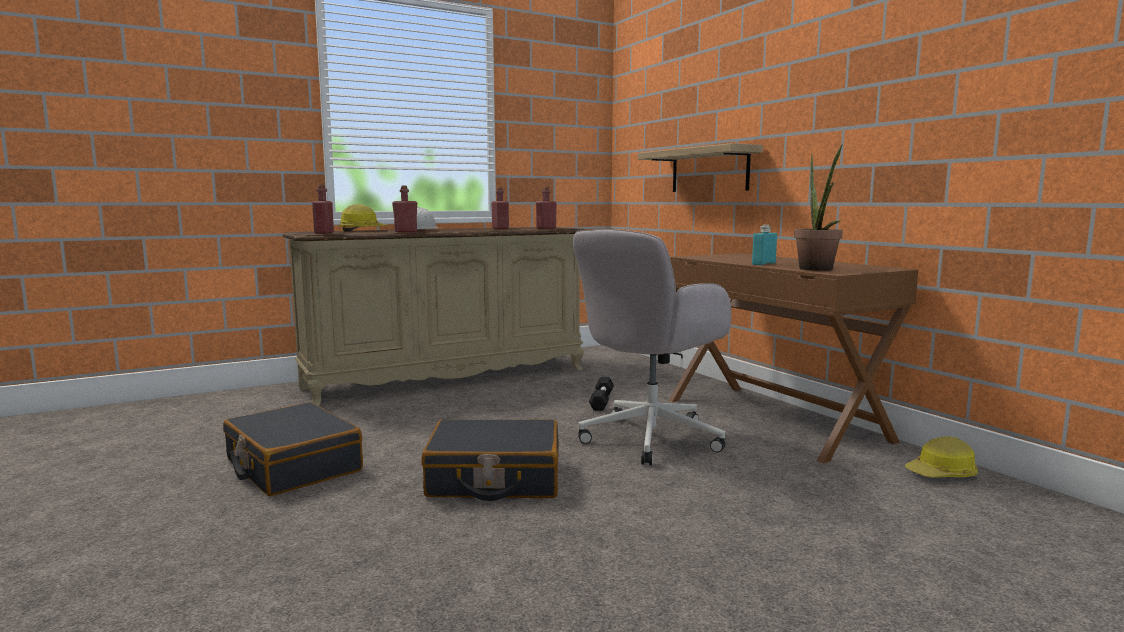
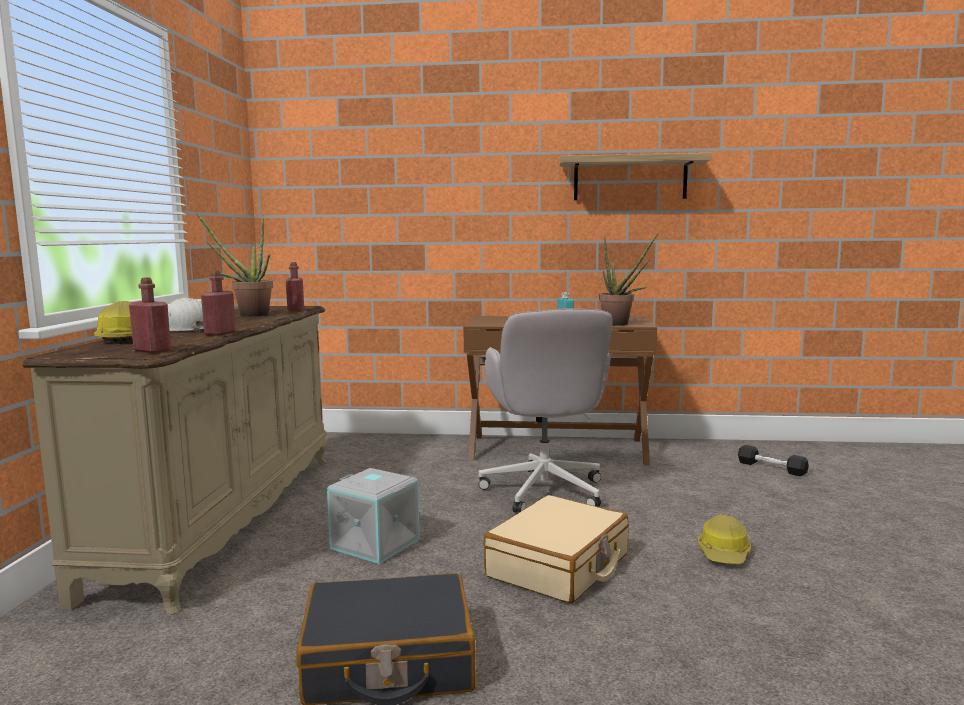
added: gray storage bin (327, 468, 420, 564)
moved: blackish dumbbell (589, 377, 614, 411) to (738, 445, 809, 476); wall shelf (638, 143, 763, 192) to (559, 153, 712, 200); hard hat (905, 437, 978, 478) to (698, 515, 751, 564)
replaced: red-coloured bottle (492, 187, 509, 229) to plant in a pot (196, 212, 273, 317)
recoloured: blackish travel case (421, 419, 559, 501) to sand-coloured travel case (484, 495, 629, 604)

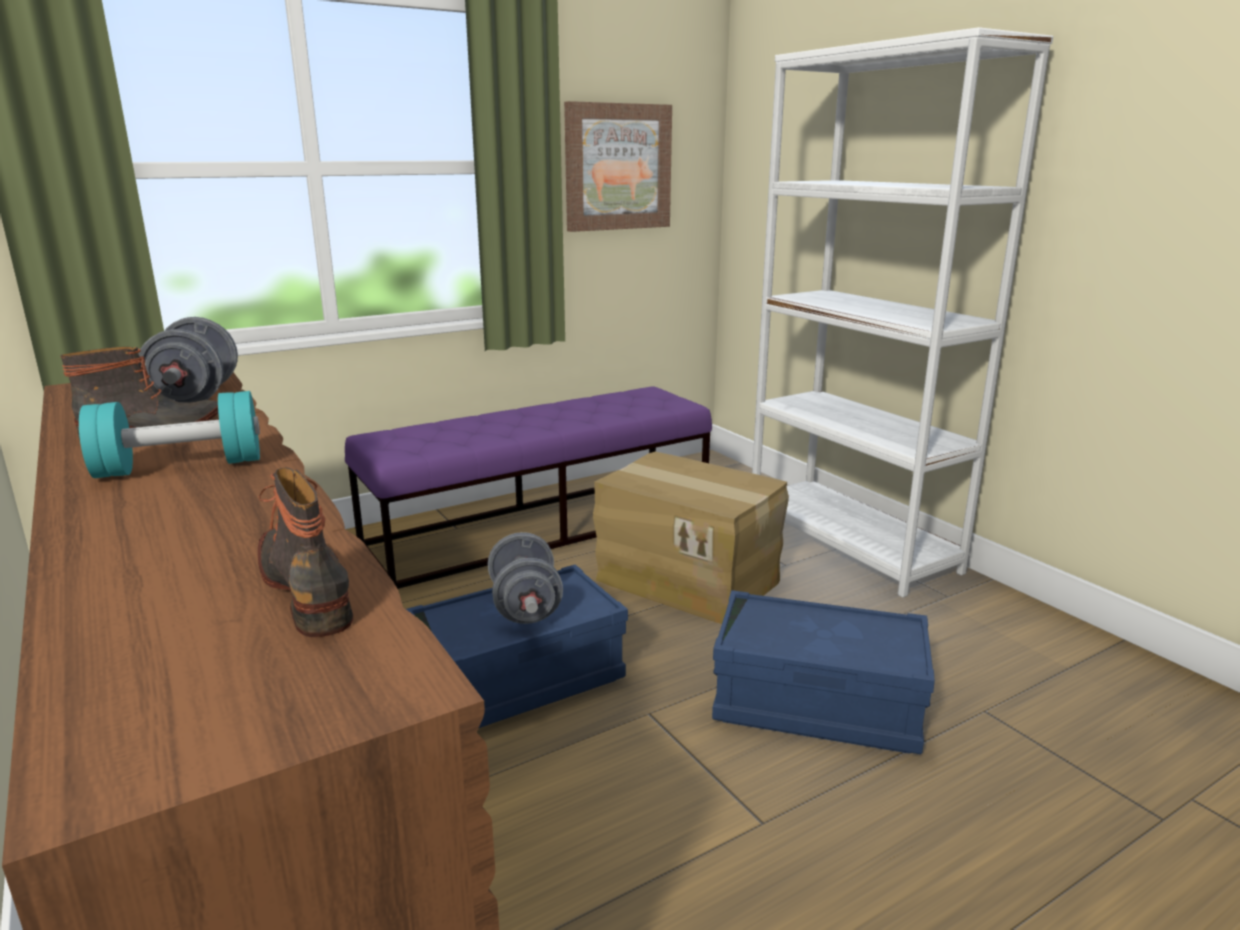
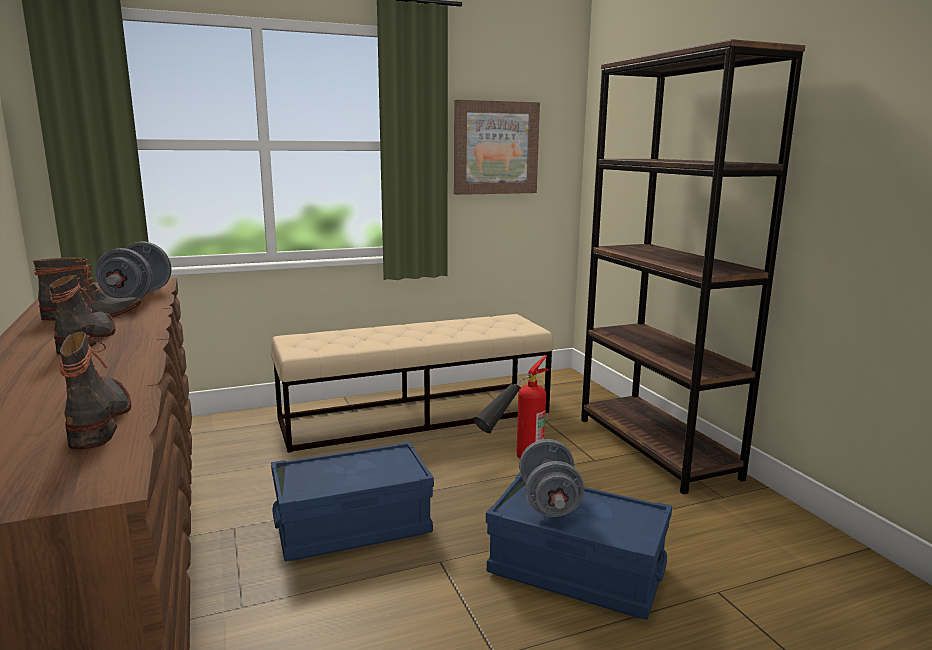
moved: gray dumbbell (488, 532, 563, 624) to (519, 439, 585, 517)
replaced: turquoise dumbbell (79, 391, 260, 478) to boot (50, 275, 115, 354); carton (593, 452, 789, 624) to extinguisher (473, 356, 549, 459)
recoloured: purple-coloured bench (345, 386, 712, 589) to sand-coloured bench (271, 314, 553, 453); white-coloured bookcase (752, 27, 1053, 598) to brown-coloured bookcase (581, 39, 805, 494)

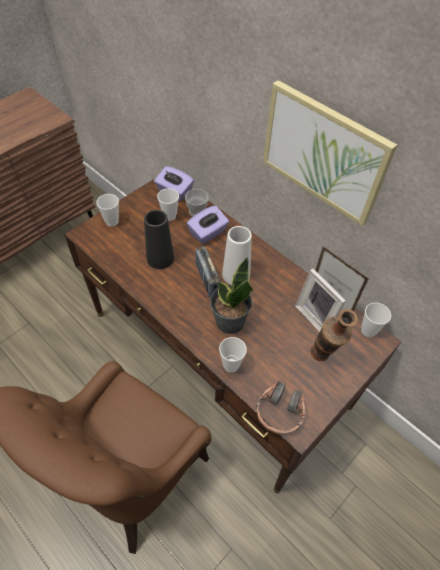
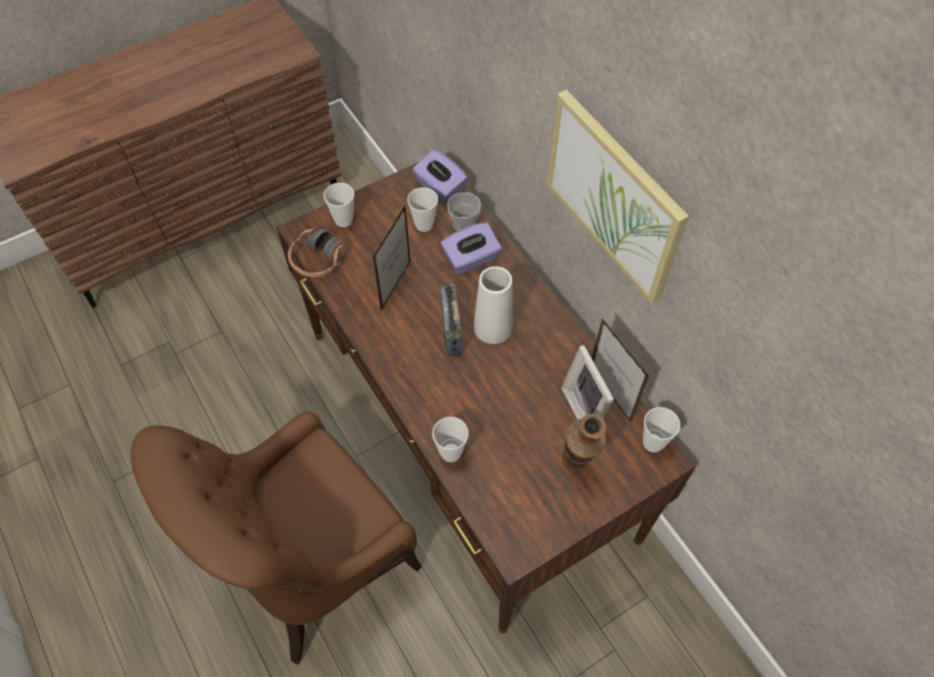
removed: plant in a pot (210, 257, 253, 334)
moved: pair of headphones (256, 381, 305, 434) to (288, 226, 346, 277)
replaced: blackish flower vase (144, 210, 174, 269) to picture frame (373, 204, 410, 310)

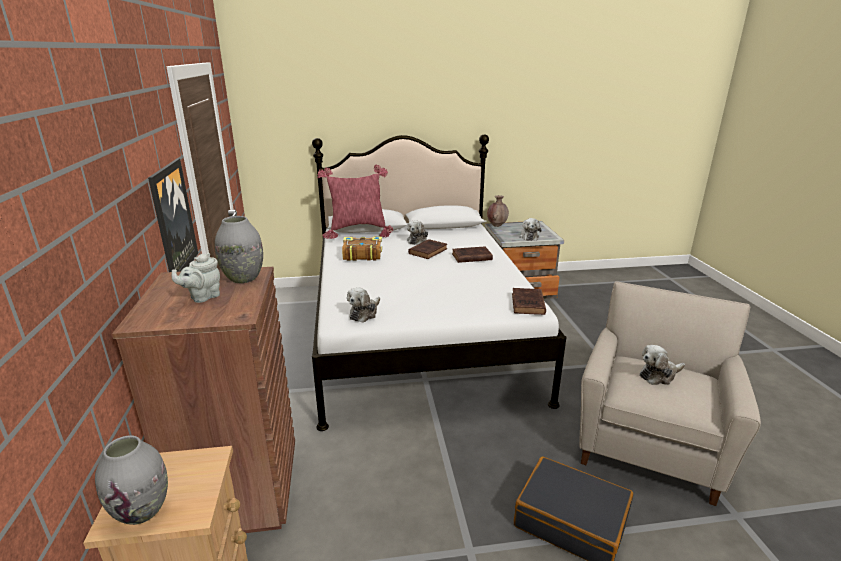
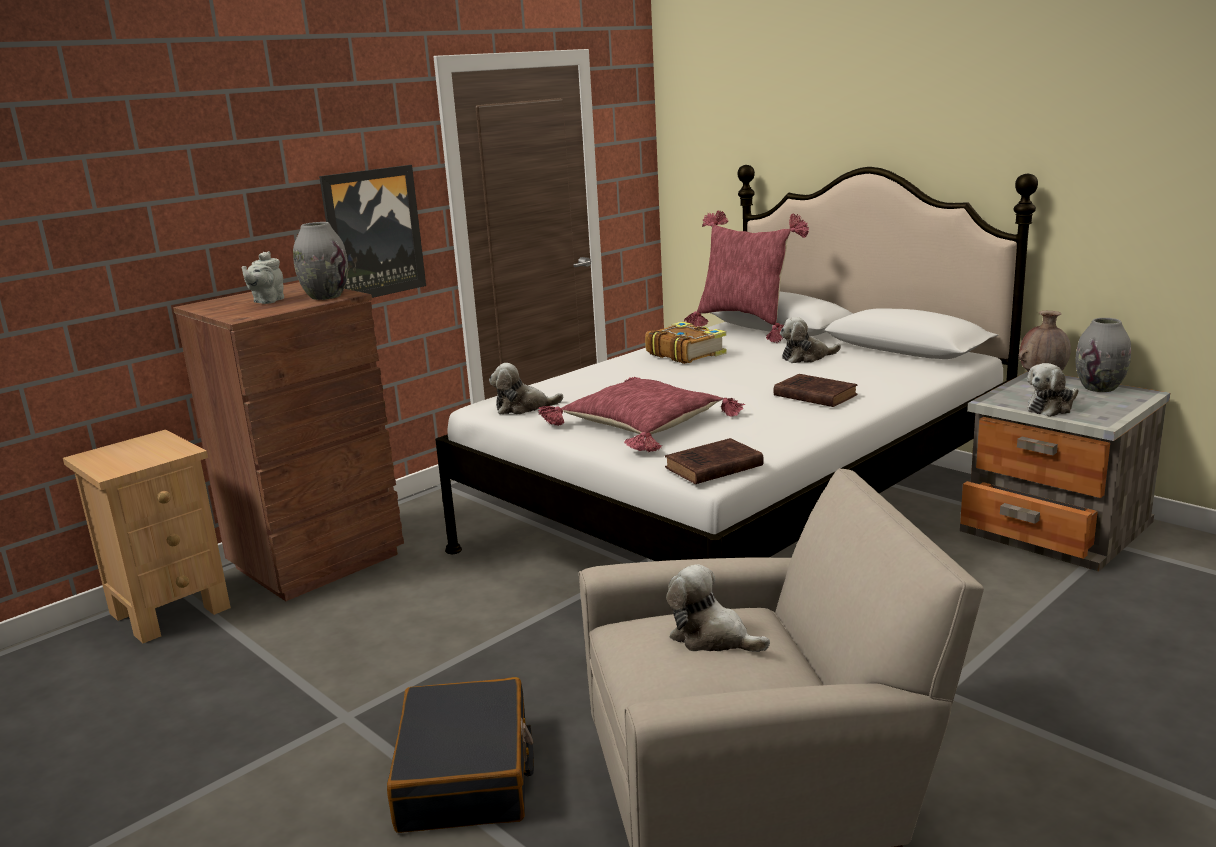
removed: brown-coloured volume (408, 239, 447, 259)
added: red-coloured pillow (538, 377, 745, 453)
moved: gray flower vase (95, 435, 168, 525) to (1076, 318, 1131, 392)
turned: gray pot for tea (172, 253, 220, 303) = (241, 251, 284, 304) 75 degrees counterclockwise

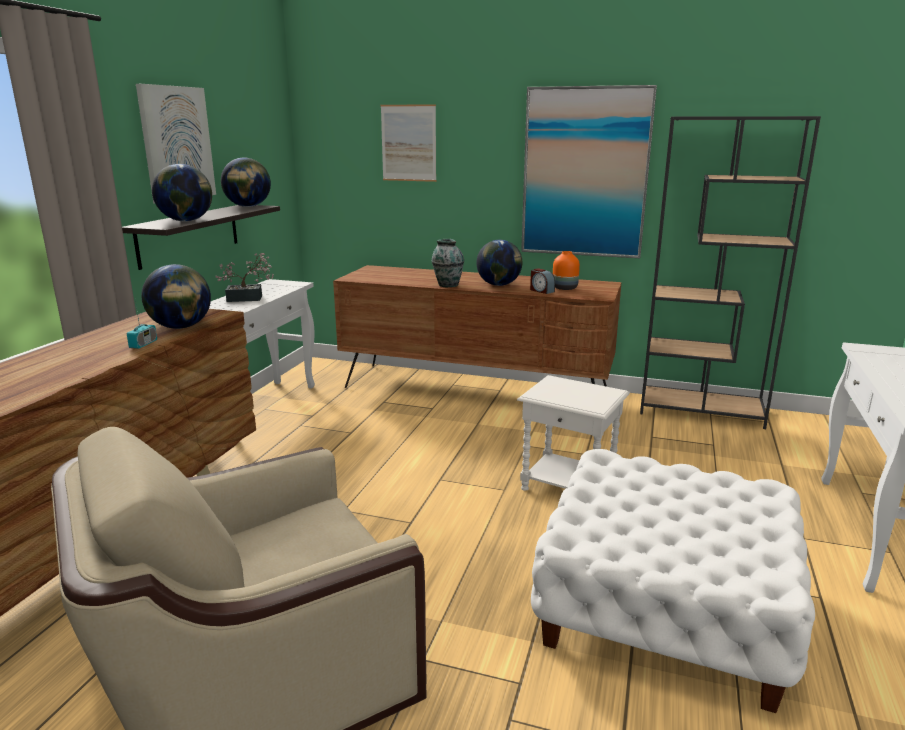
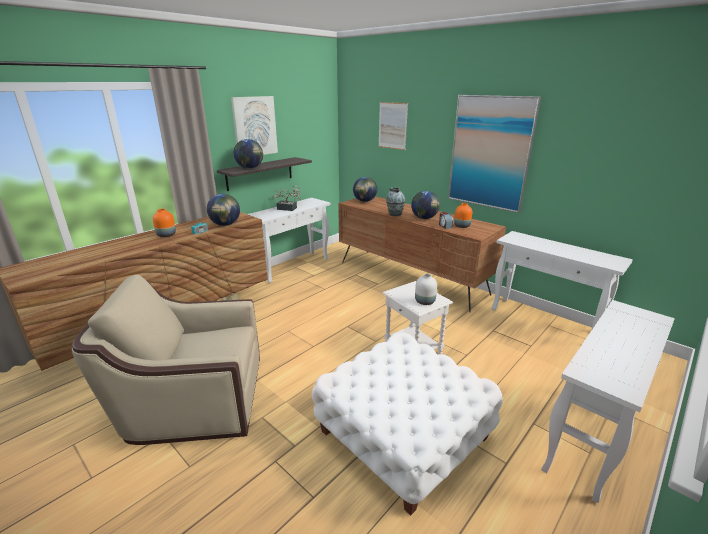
added: orangey flower vase (153, 209, 176, 237); white-coloured flower vase (415, 274, 437, 305)
moved: desk globe (221, 158, 271, 207) to (353, 177, 377, 202)
replaced: bookcase (640, 116, 821, 429) to white-coloured console table (491, 231, 633, 331)

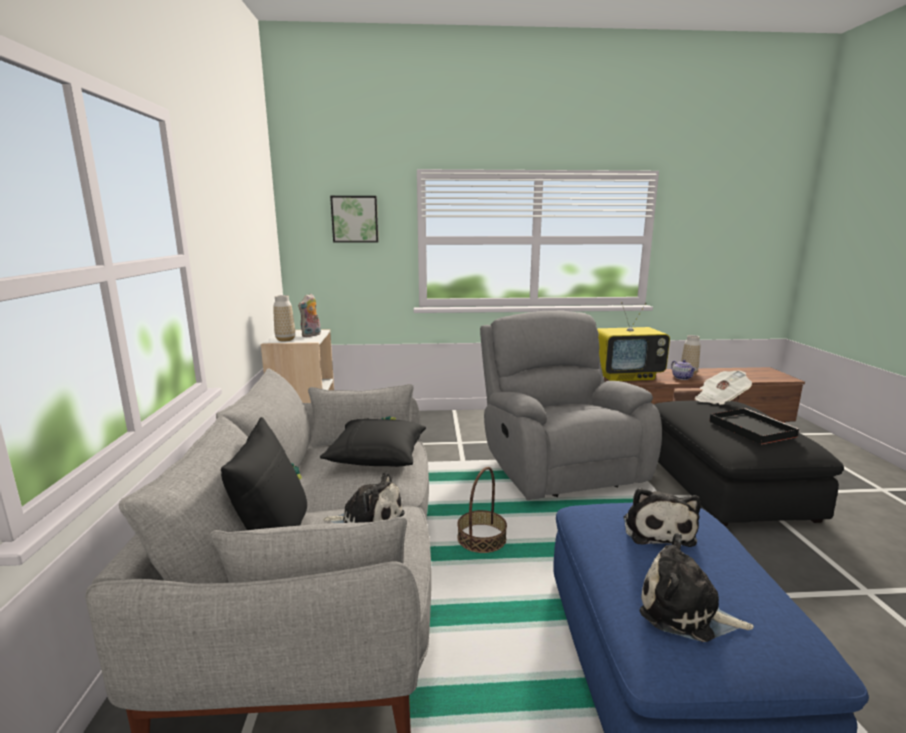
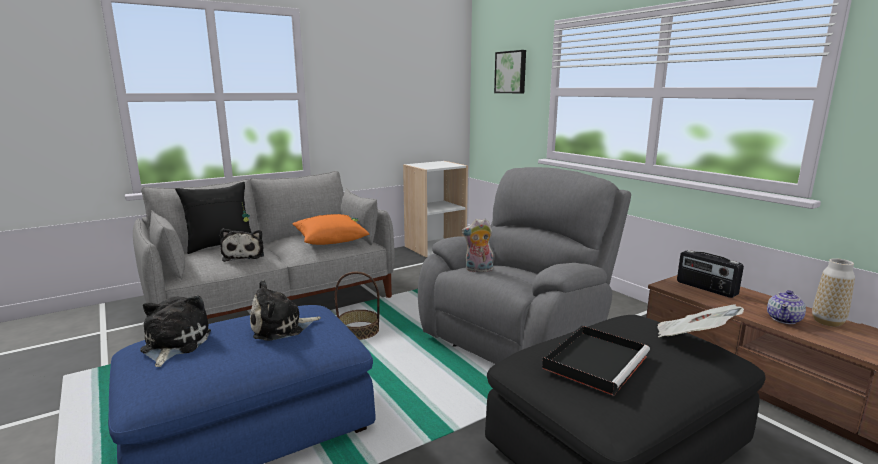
removed: flower vase (273, 295, 295, 341)
moved: cuddly toy (298, 294, 321, 337) to (462, 219, 493, 272)
replaced: TV (597, 302, 670, 381) to radio (677, 250, 744, 298)
recoloured: blackish pillow (320, 416, 426, 467) to orangey pillow (292, 214, 369, 245)

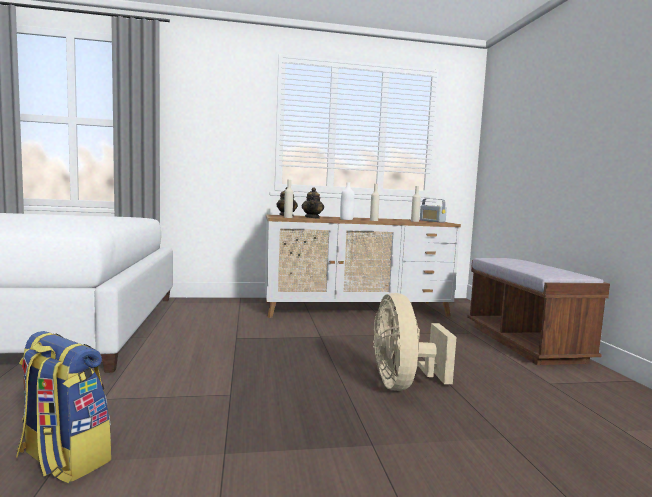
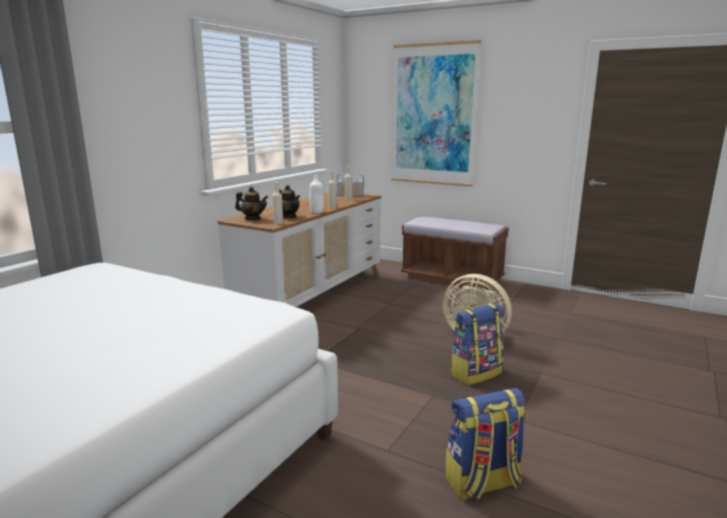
added: wall art (392, 40, 481, 187); backpack (450, 303, 504, 385)

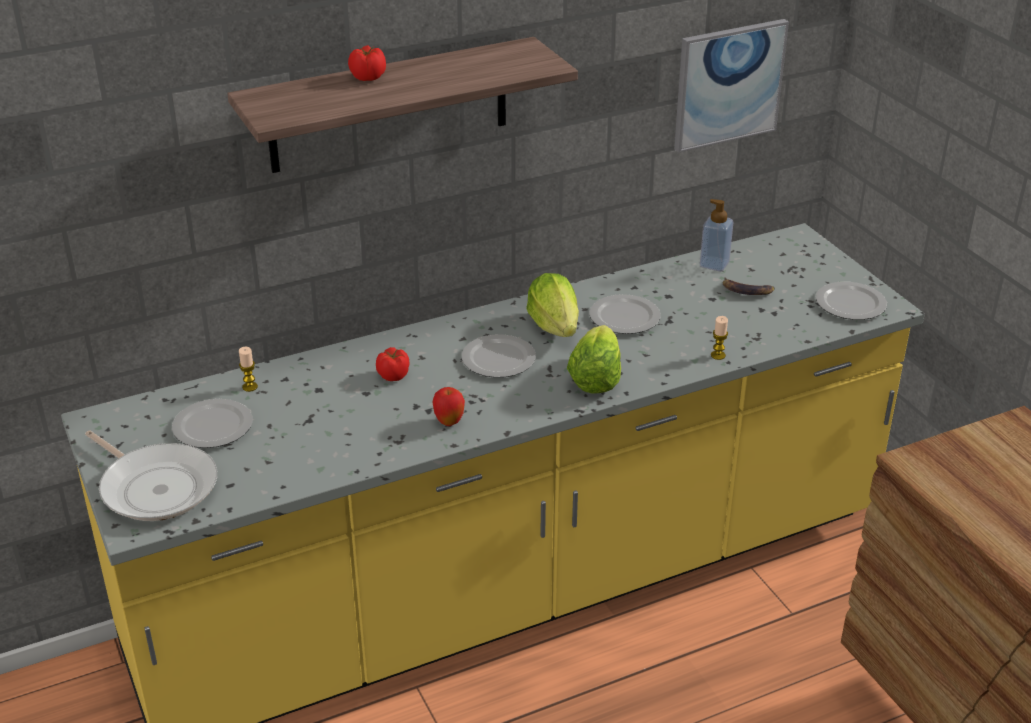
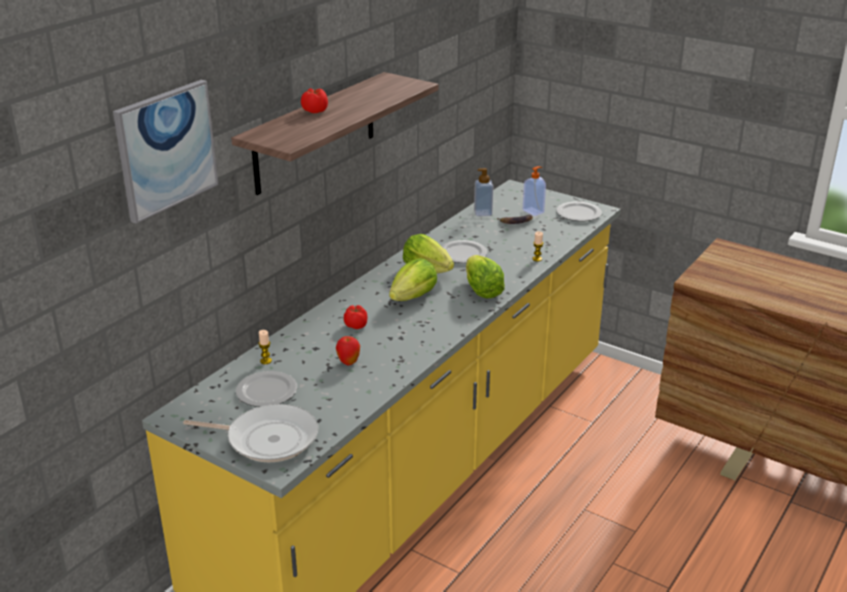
added: soap bottle (523, 166, 546, 216)
moved: apple (432, 387, 465, 426) to (336, 336, 360, 365); wall art (674, 19, 789, 153) to (113, 80, 218, 223)
replaced: plate (462, 334, 536, 378) to lettuce head (389, 259, 437, 301)

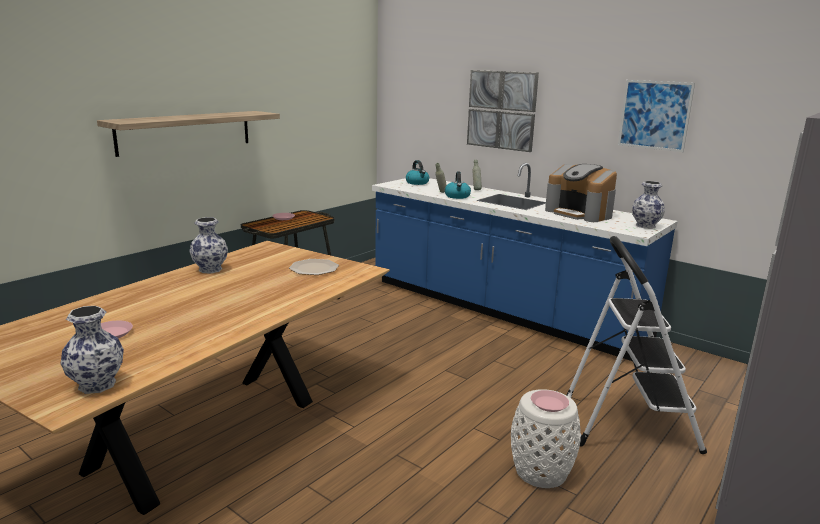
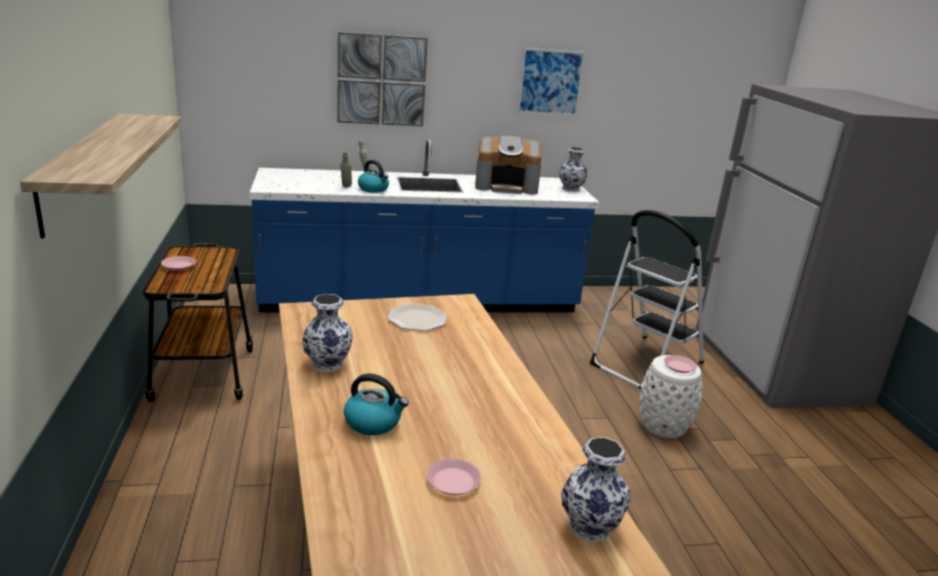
moved: kettle (406, 160, 429, 185) to (344, 373, 409, 435)

